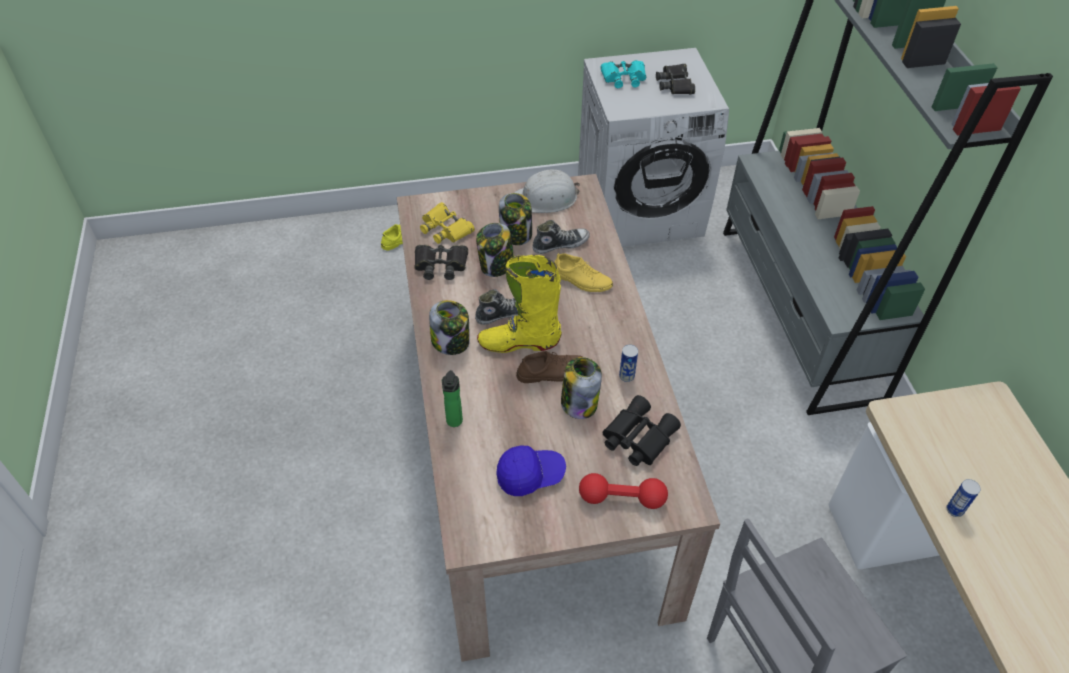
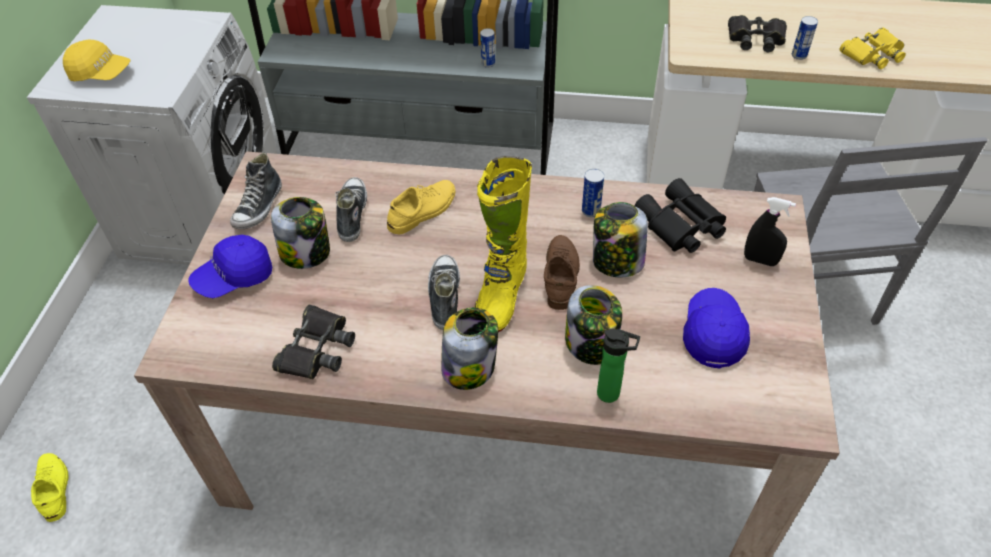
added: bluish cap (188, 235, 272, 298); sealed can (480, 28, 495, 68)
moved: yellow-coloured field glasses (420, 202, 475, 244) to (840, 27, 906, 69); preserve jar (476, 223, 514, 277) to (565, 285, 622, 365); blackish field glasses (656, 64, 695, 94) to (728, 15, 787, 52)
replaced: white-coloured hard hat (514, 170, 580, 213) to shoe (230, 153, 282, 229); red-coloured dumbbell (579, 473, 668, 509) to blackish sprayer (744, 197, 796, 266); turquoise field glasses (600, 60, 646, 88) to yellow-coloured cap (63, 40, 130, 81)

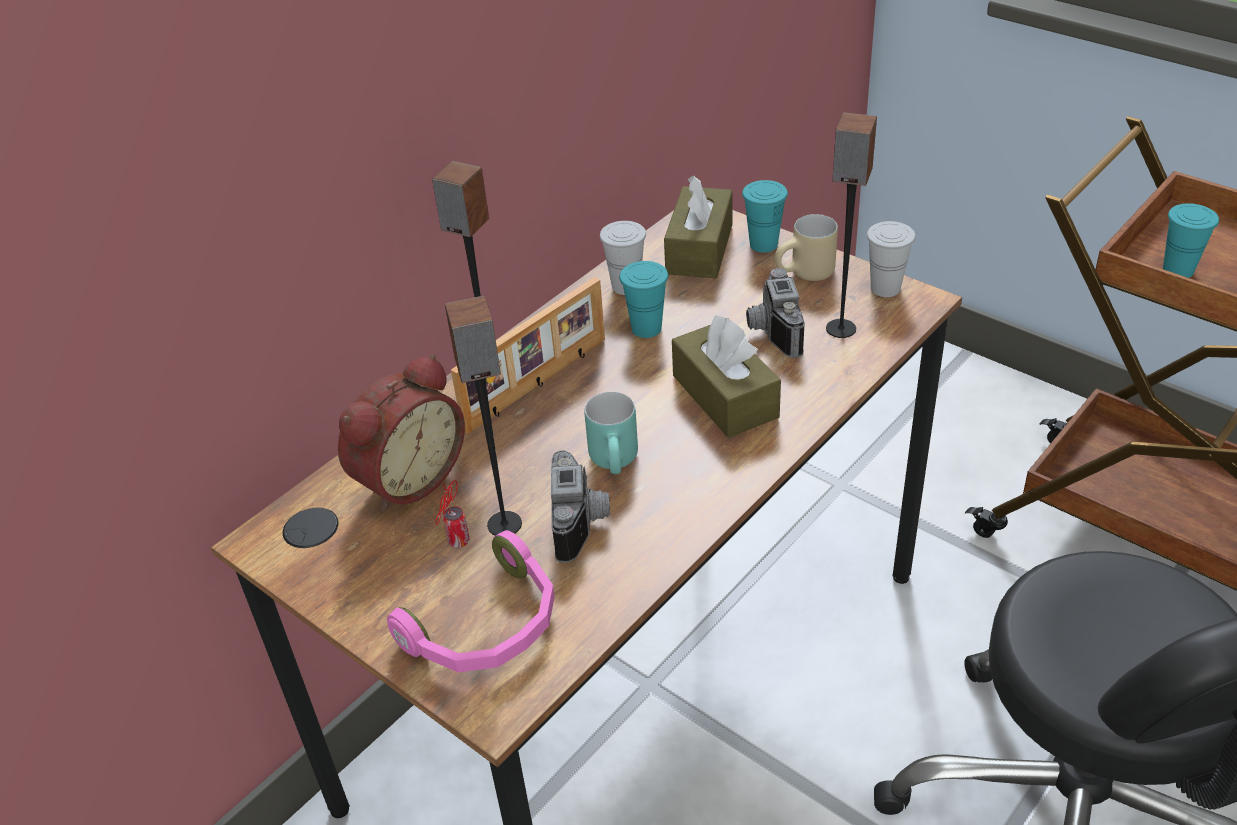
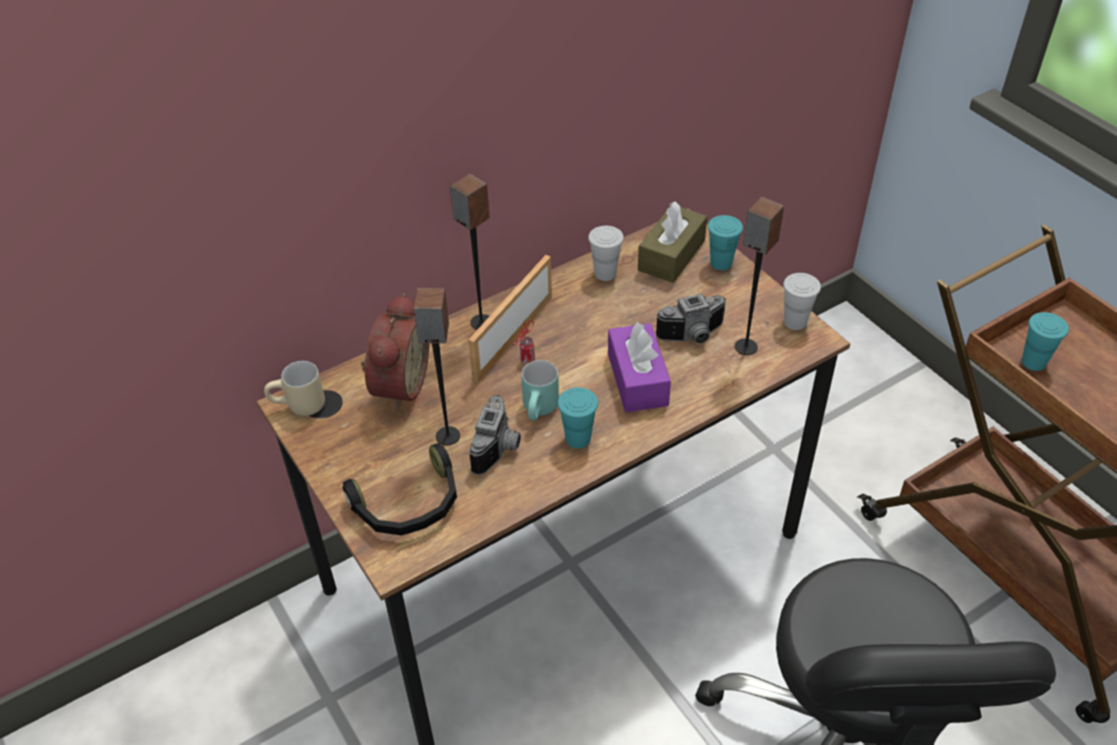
moved: sealed can (435, 480, 469, 548) to (513, 321, 535, 364); turquoise cup (620, 261, 668, 338) to (558, 387, 598, 448); sand-coloured tea mug (775, 214, 838, 281) to (264, 361, 325, 416)
recoloured: pink-coloured pair of headphones (387, 530, 555, 672) to blackish pair of headphones (343, 443, 457, 535); brown-coloured tissue box (672, 315, 781, 438) to purple-coloured tissue box (608, 321, 671, 412)
turned: alarm clock (338, 354, 465, 512) = (361, 293, 429, 411) 45 degrees counterclockwise; picture frame (451, 277, 605, 434) = (468, 255, 552, 383) 150 degrees clockwise; photo camera (746, 268, 805, 358) = (656, 293, 727, 344) 120 degrees counterclockwise

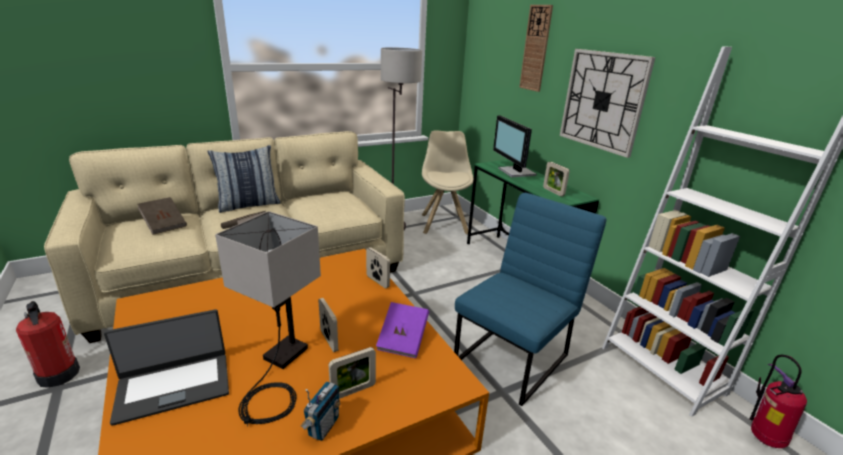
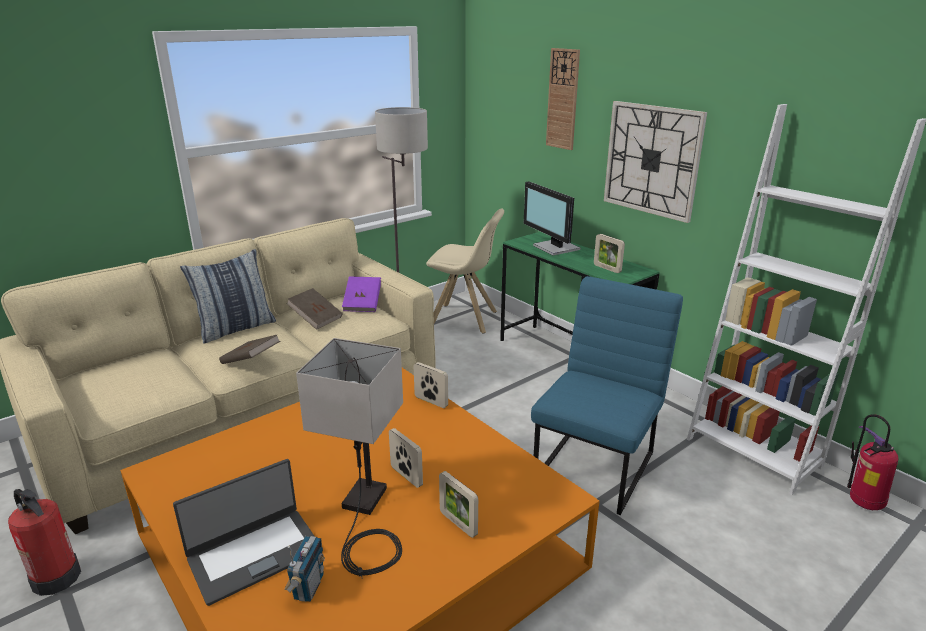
moved: brown-coloured volume (138, 197, 187, 235) to (287, 288, 343, 330); radio (301, 381, 340, 441) to (284, 536, 325, 602); purple-coloured volume (376, 302, 429, 358) to (342, 276, 381, 312)
turned: picture frame (329, 347, 376, 399) = (439, 471, 478, 538) 90 degrees clockwise; sand-coloured chair (422, 130, 473, 234) = (426, 208, 504, 333) 120 degrees clockwise

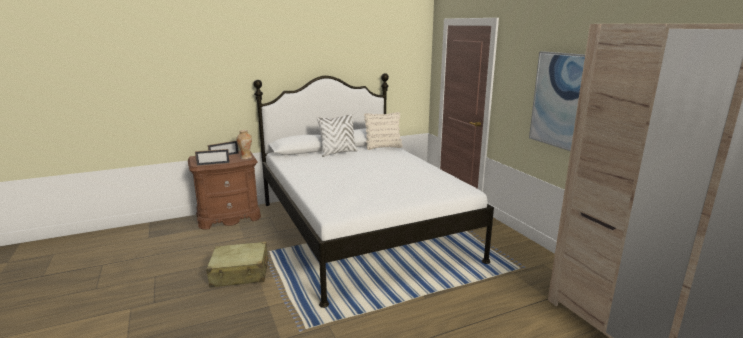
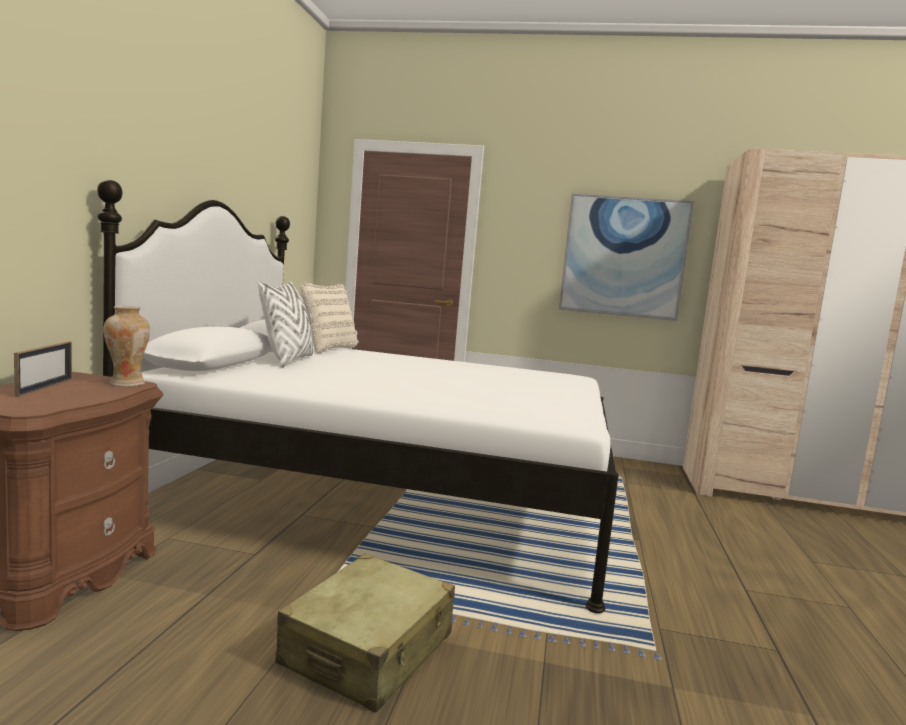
removed: picture frame (195, 149, 230, 166)

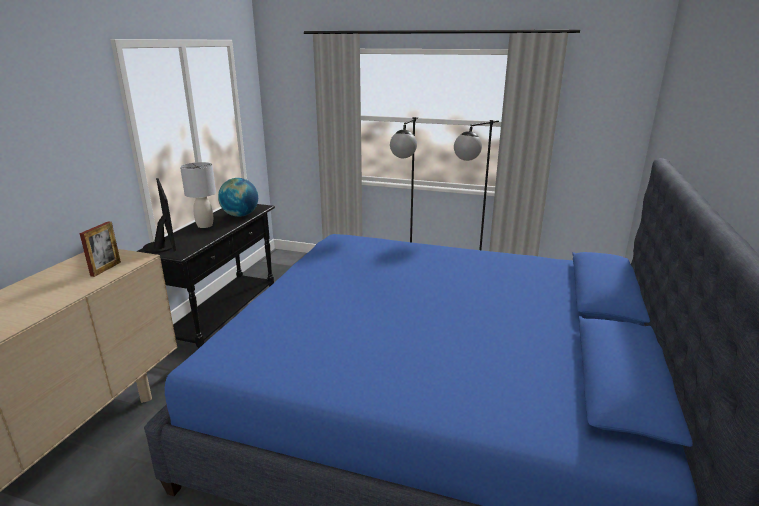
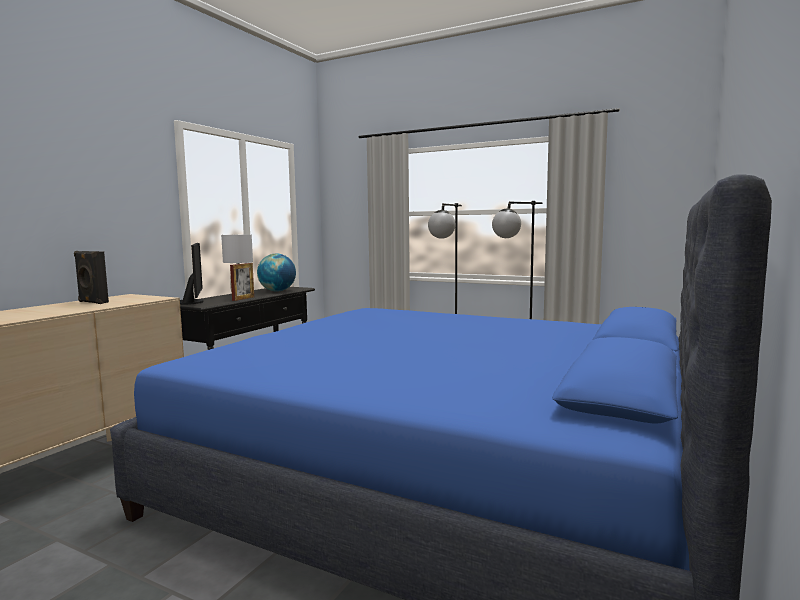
added: blackish loudspeaker (74, 251, 109, 304)
moved: picture frame (80, 222, 121, 277) to (230, 263, 254, 301)

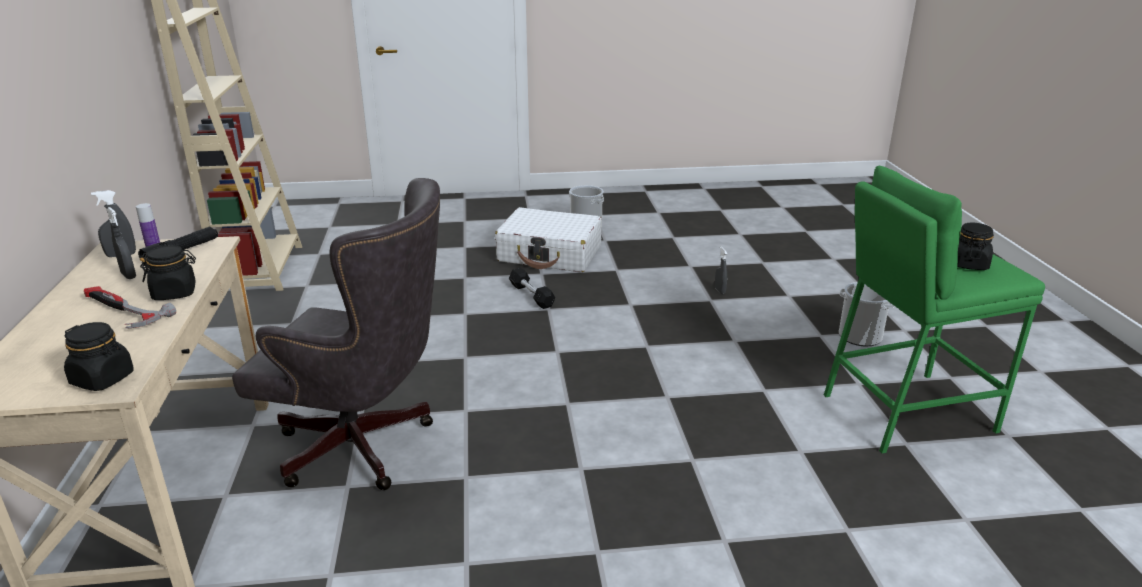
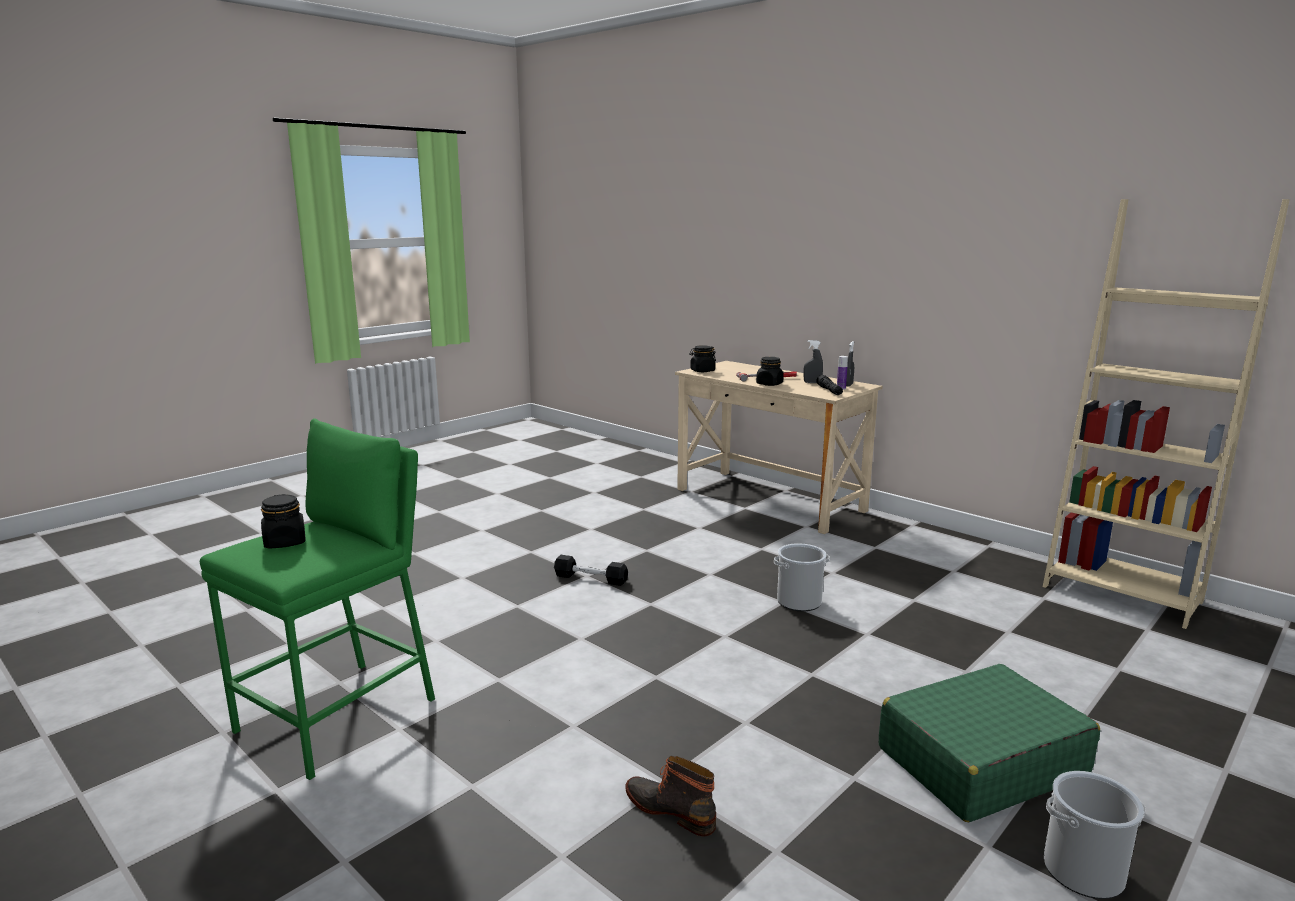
removed: gray office chair (232, 178, 440, 490)
moved: blackish dumbbell (509, 268, 555, 309) to (554, 555, 628, 586); bucket (839, 282, 895, 346) to (774, 543, 830, 611)
replaced: gray sprayer (715, 247, 727, 294) to boot (626, 756, 716, 836)
recoloured: white-coloured travel case (495, 207, 602, 272) to greenish travel case (879, 664, 1100, 822)

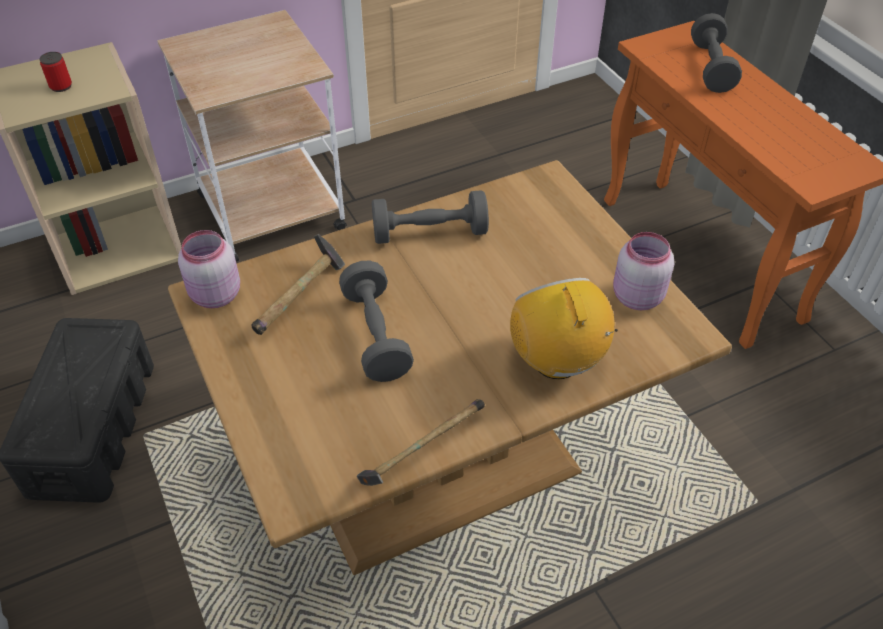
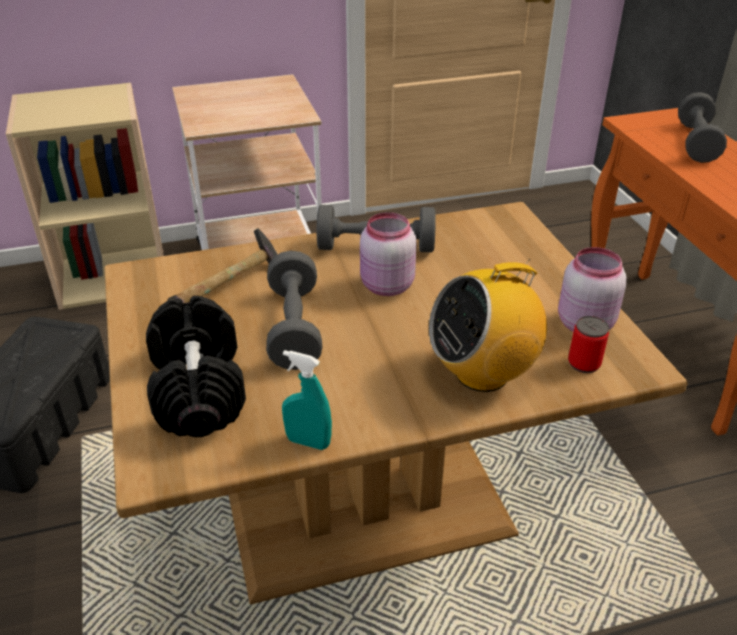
added: blackish dumbbell (146, 296, 246, 437)
moved: sealed can (39, 52, 72, 92) to (568, 316, 609, 373); pink-coloured preserve jar (178, 230, 240, 308) to (360, 212, 416, 296)
replaced: tool hammer (357, 399, 485, 486) to turquoise sprayer (282, 350, 332, 450)
turned: radio (510, 278, 618, 379) = (429, 259, 547, 392) 105 degrees counterclockwise

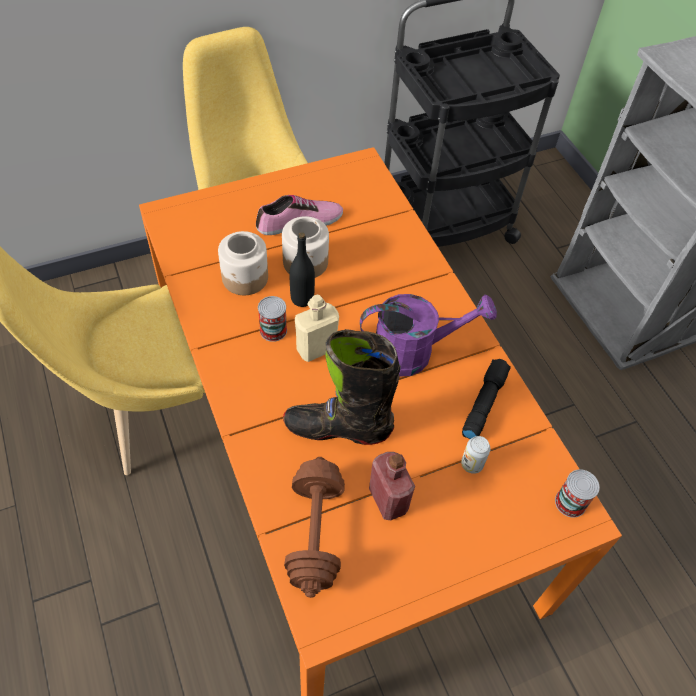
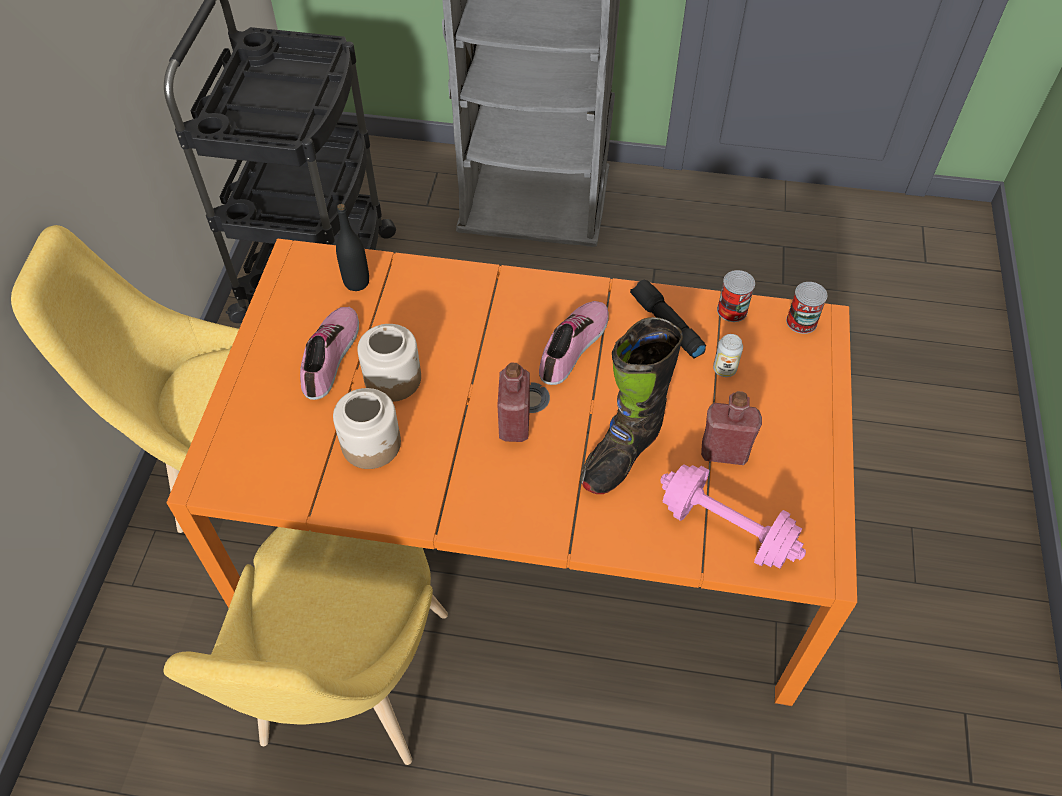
moved: sealed can (258, 296, 287, 342) to (717, 270, 755, 322); blackish bottle (290, 232, 315, 307) to (336, 204, 369, 291)
replaced: purple-coloured sprinkling can (360, 294, 497, 377) to shoe (539, 301, 609, 385)
recoloured: brown-coloured dumbbell (284, 457, 345, 598) to pink-coloured dumbbell (660, 464, 806, 569); sand-coloured bottle (295, 295, 339, 362) to red-coloured bottle (497, 363, 530, 442)

